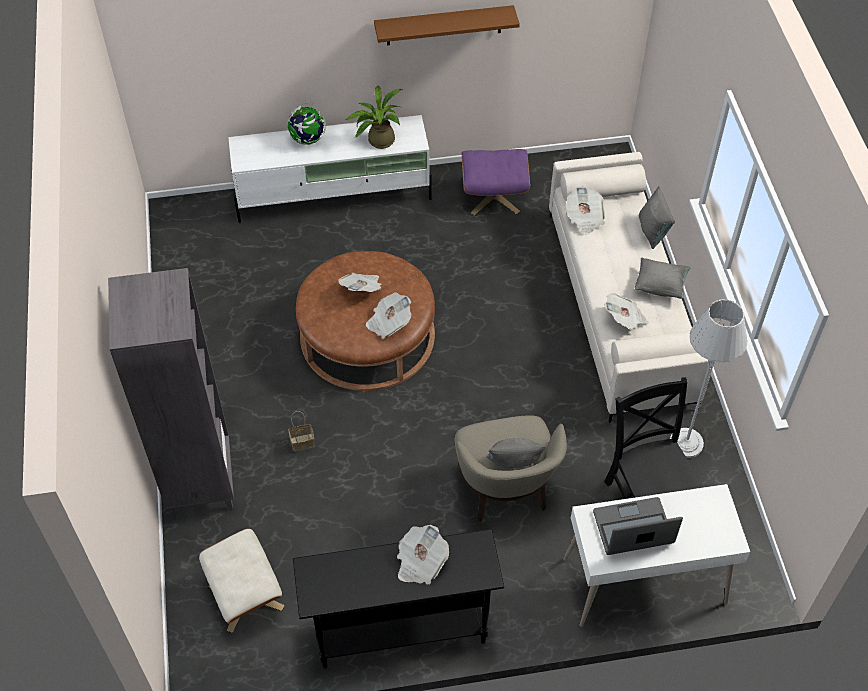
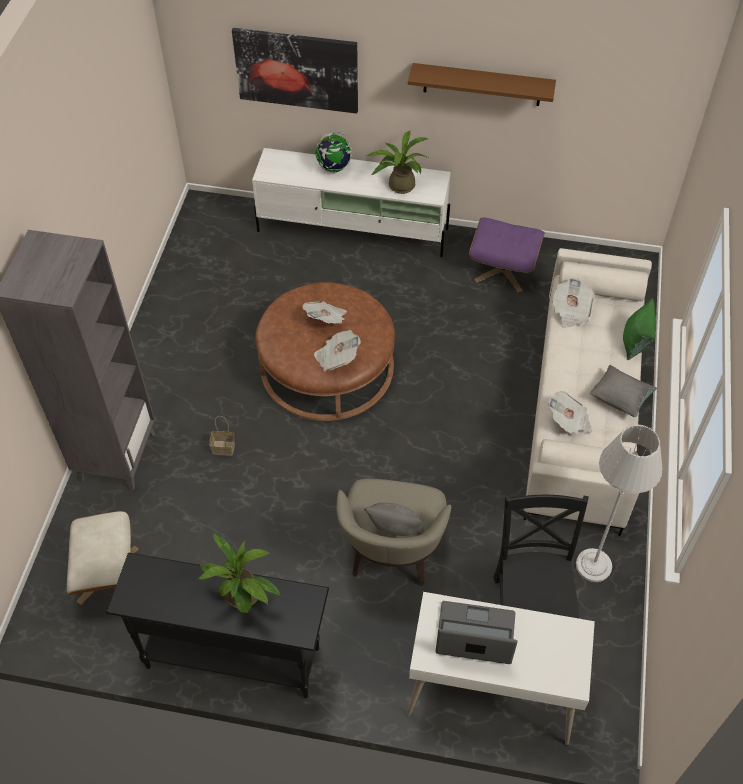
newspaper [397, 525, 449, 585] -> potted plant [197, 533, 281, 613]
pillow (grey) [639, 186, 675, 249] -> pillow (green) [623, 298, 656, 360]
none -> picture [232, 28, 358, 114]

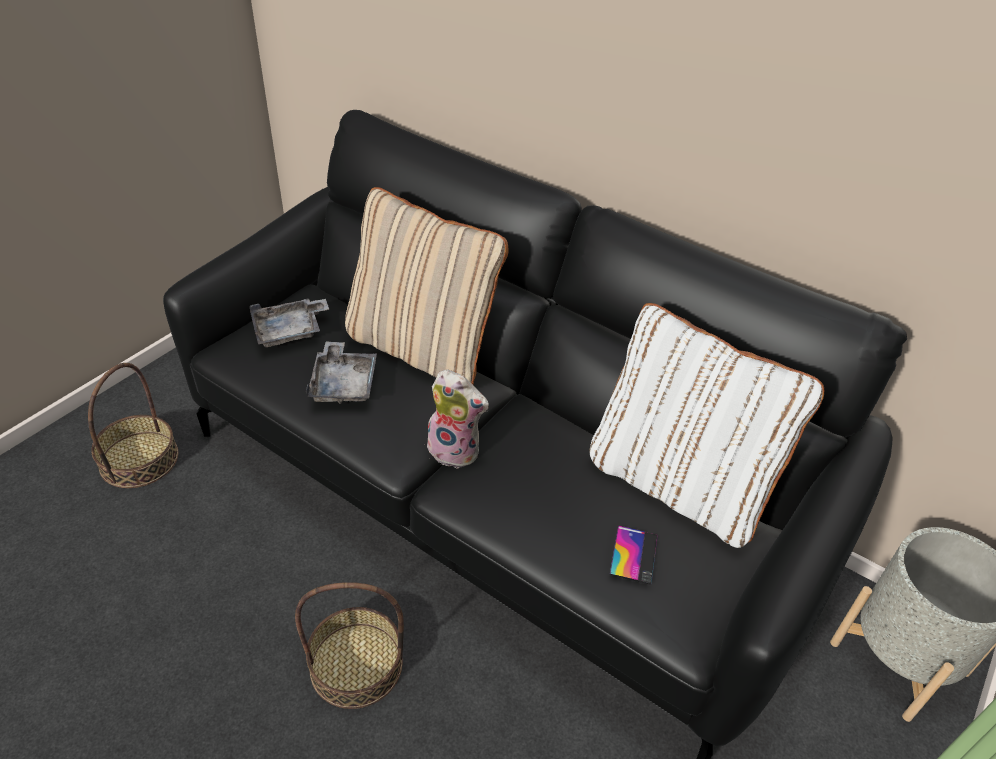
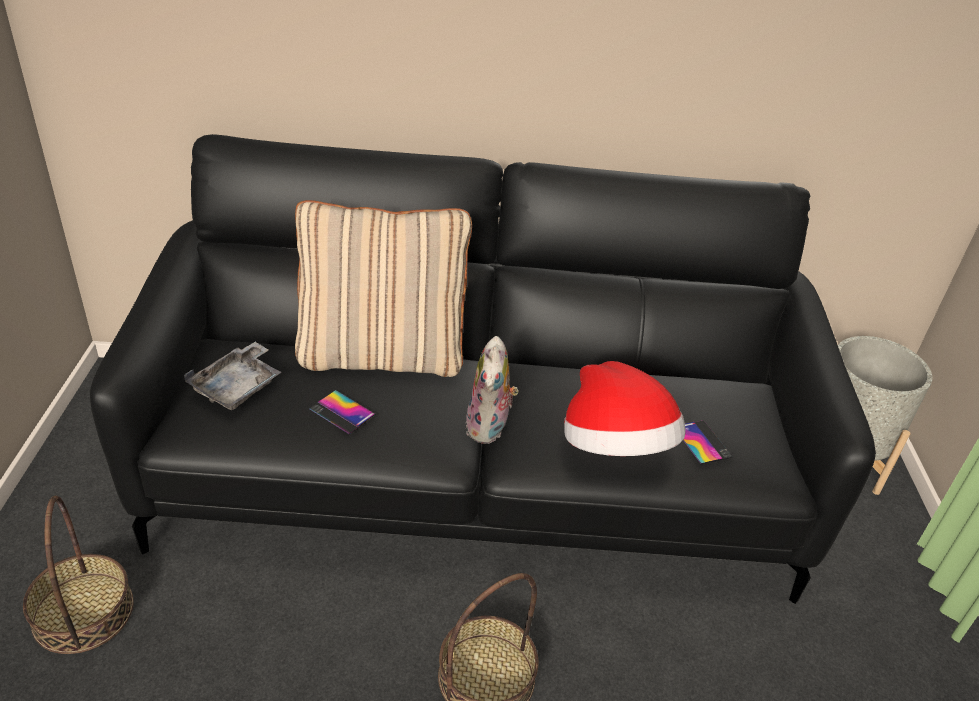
tray (grey) [306, 341, 377, 404] -> phone [309, 390, 375, 434]
plush toy [427, 369, 489, 469] -> plush toy [466, 336, 519, 444], 105 degrees clockwise
pillow (white) [589, 303, 824, 548] -> none
none -> hat [564, 361, 686, 456]

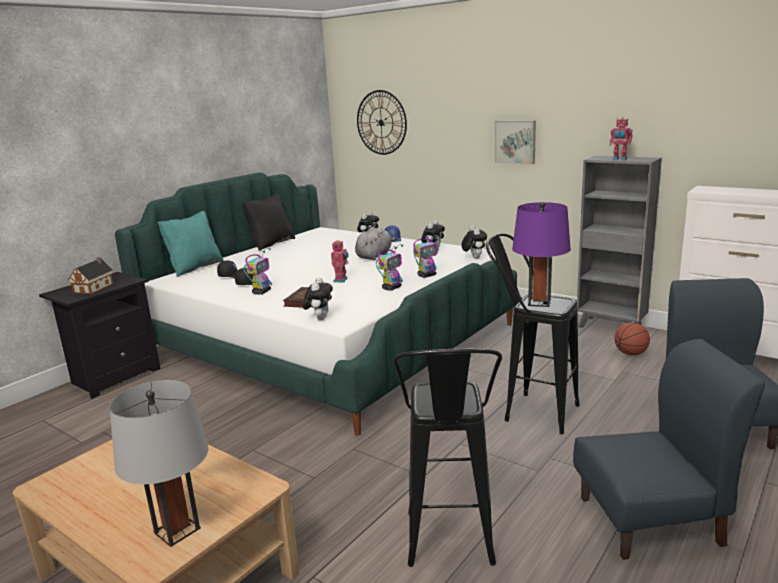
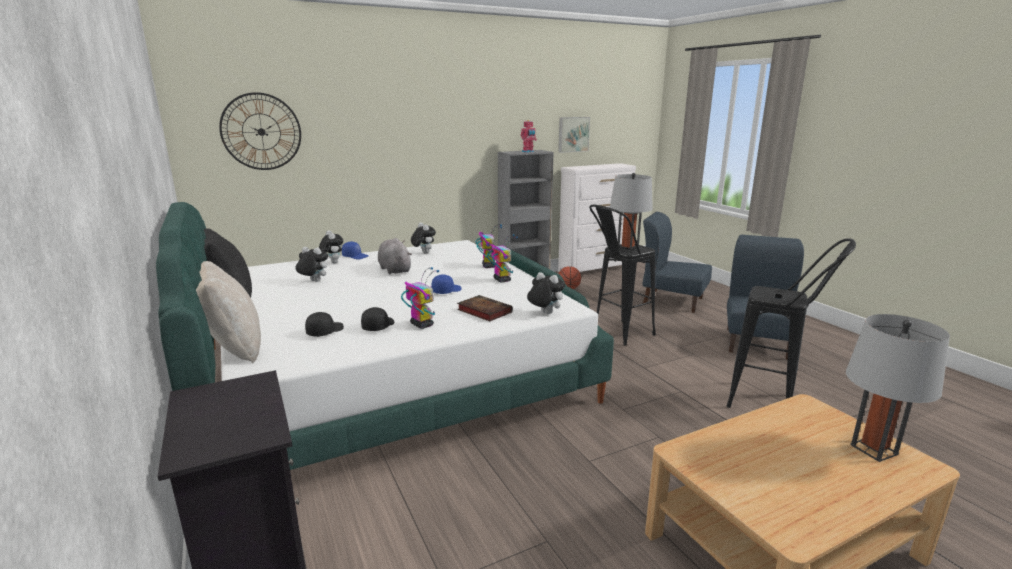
toy house [68, 257, 113, 294] -> none
pillow (turquoise) [158, 211, 224, 277] -> pillow (beige) [196, 261, 261, 364]
toy robot [331, 240, 349, 283] -> cap (blue) [431, 274, 462, 294]
plush toy [461, 226, 487, 259] -> plush toy [295, 247, 328, 282], move
picture [495, 120, 536, 165] -> picture [558, 117, 590, 153], move
table lamp (purple) [512, 202, 571, 307] -> table lamp (grey) [610, 173, 653, 252]

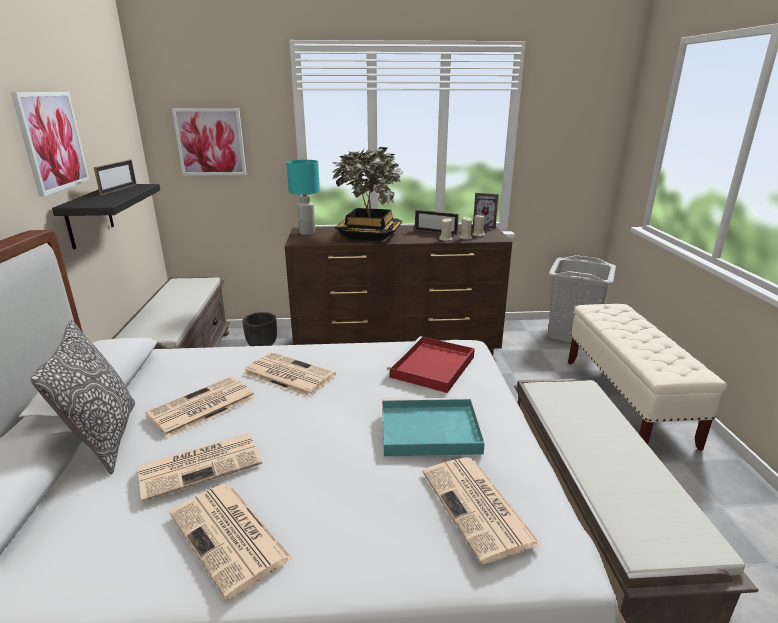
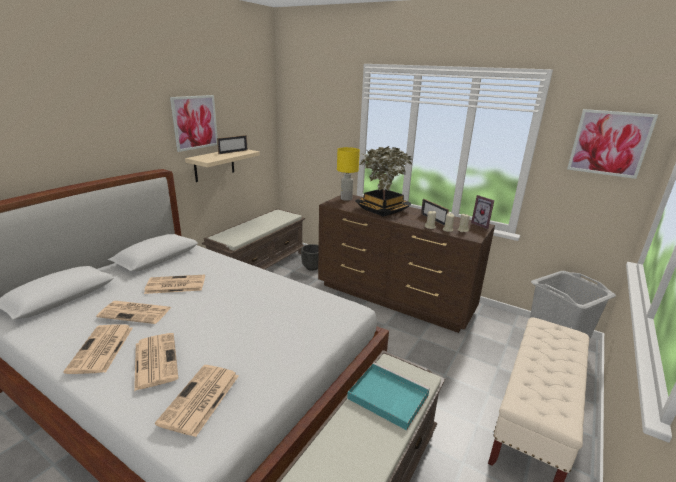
pillow [30, 320, 135, 474] -> none
shelf (black) [52, 184, 160, 250] -> shelf (beige) [185, 149, 260, 182]
picture [172, 108, 246, 175] -> picture [567, 109, 658, 179], move
newspaper [243, 352, 336, 397] -> newspaper [134, 333, 178, 391], move
table lamp (turquoise) [286, 160, 320, 235] -> table lamp (yellow) [337, 147, 360, 201]
tray (turquoise) [382, 397, 485, 456] -> tray (turquoise) [347, 362, 430, 430], move
tray (red) [387, 336, 475, 393] -> none

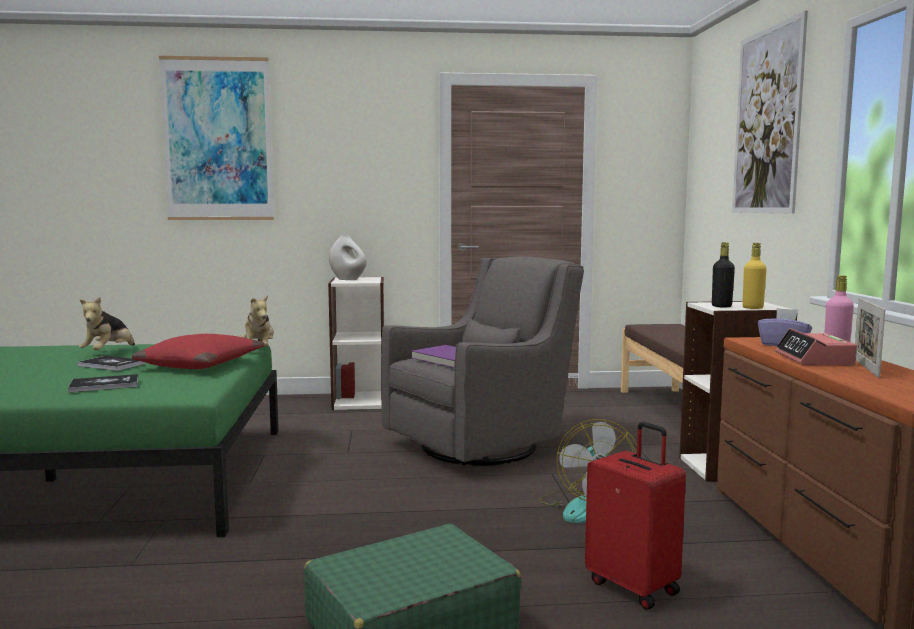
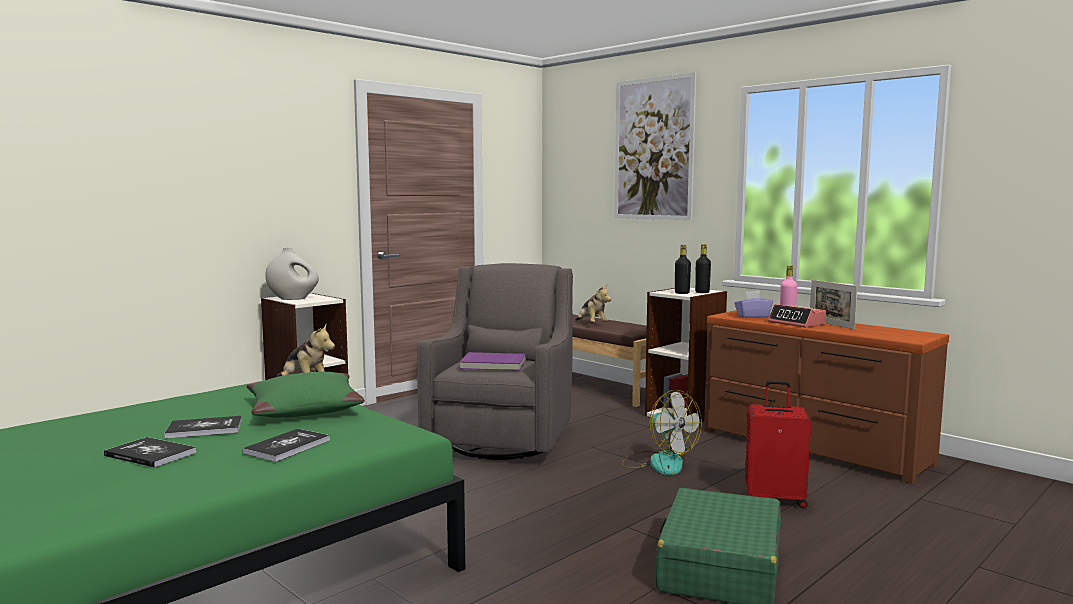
plush toy [79, 297, 135, 350] -> plush toy [575, 285, 611, 322], move
pillow (red) [131, 334, 264, 369] -> pillow (green) [247, 372, 365, 418]
picture [159, 56, 274, 220] -> none
bottle (yellow) [742, 243, 767, 309] -> bottle (black) [695, 244, 711, 293]
none -> book [104, 437, 196, 468]

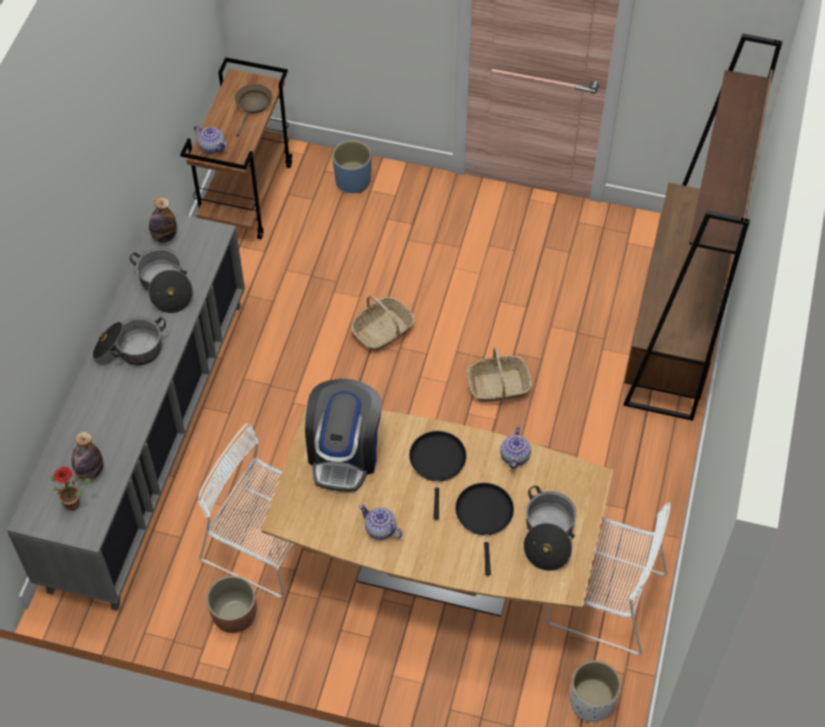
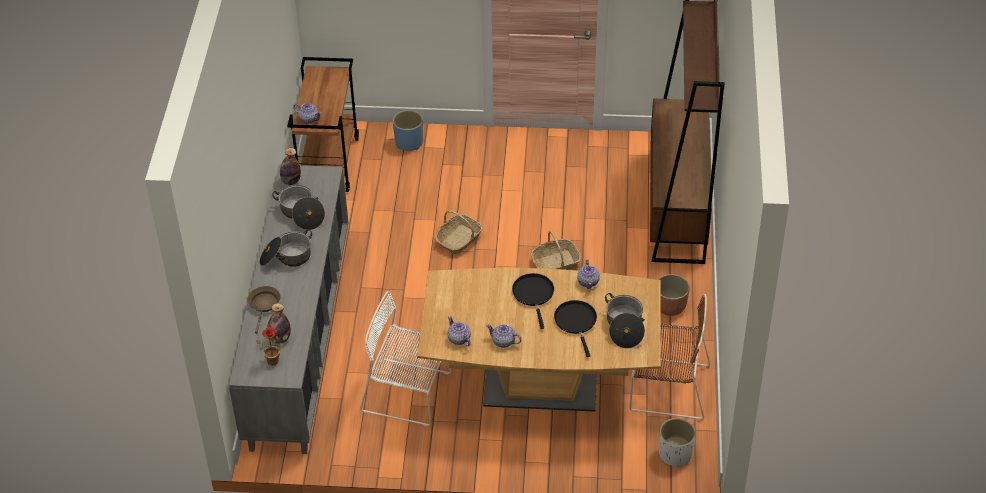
planter [206, 576, 256, 633] -> planter [658, 274, 690, 316], move
frying pan (brown) [235, 84, 272, 136] -> frying pan (brown) [247, 286, 281, 333], move
coffee machine [305, 379, 382, 492] -> none
chair (white) [546, 502, 671, 655] -> chair (brown) [629, 294, 710, 420]
none -> teapot [448, 316, 471, 346]

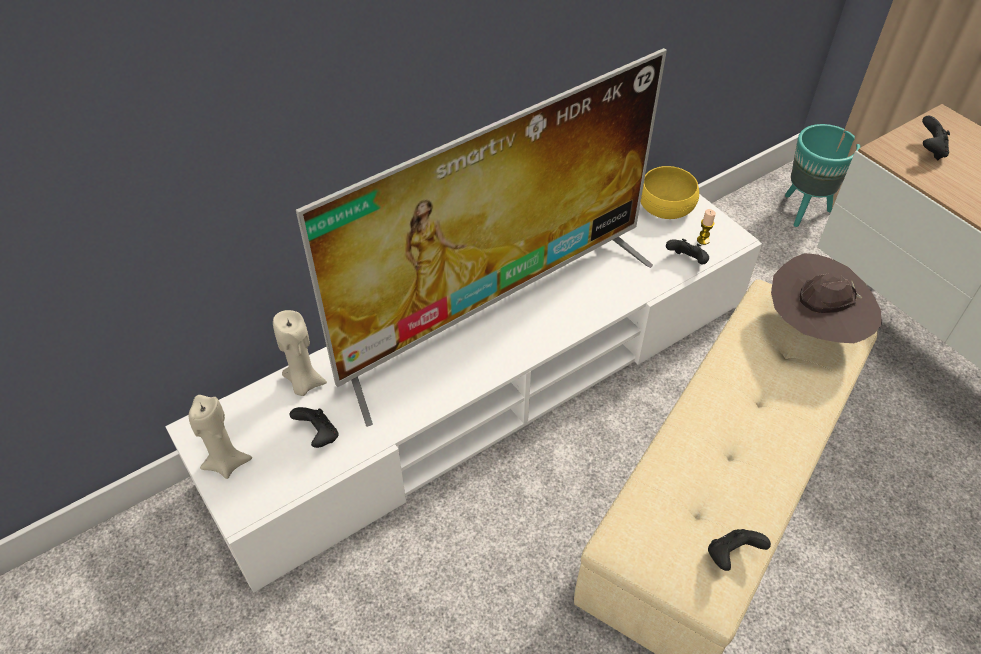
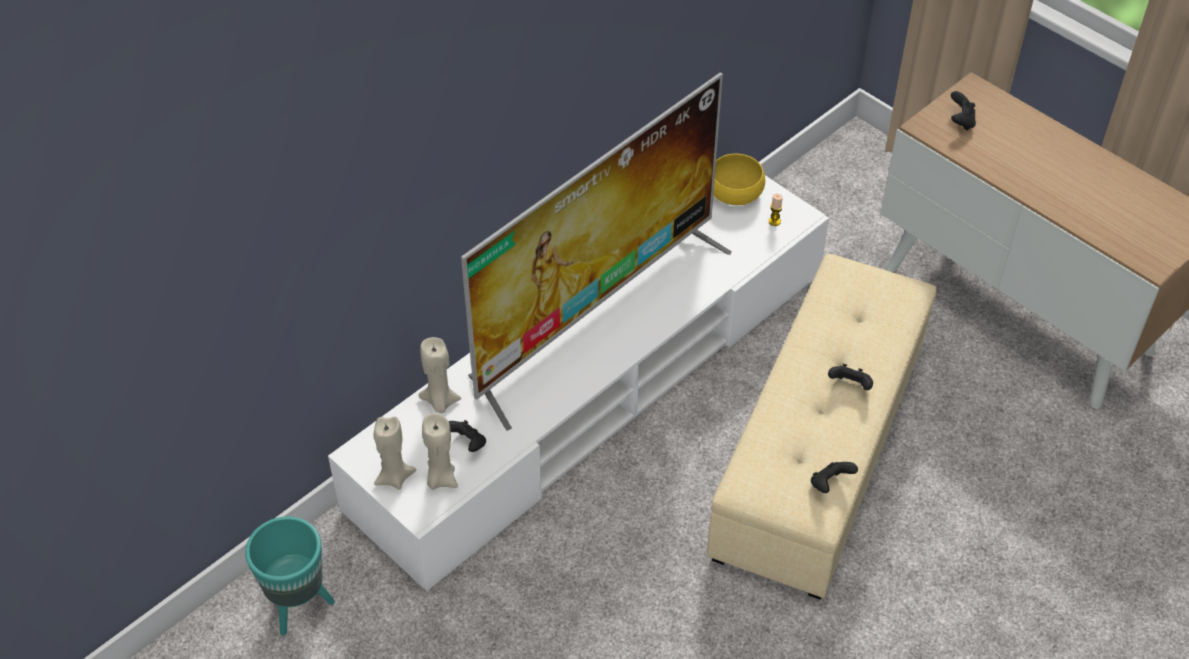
game controller (black) [666, 239, 709, 264] -> game controller (black) [828, 364, 873, 390], move
hat (brown) [771, 253, 882, 343] -> none
planter (turquoise) [785, 124, 860, 227] -> planter (turquoise) [245, 516, 335, 636], move
none -> candle (beige) [422, 413, 458, 490]

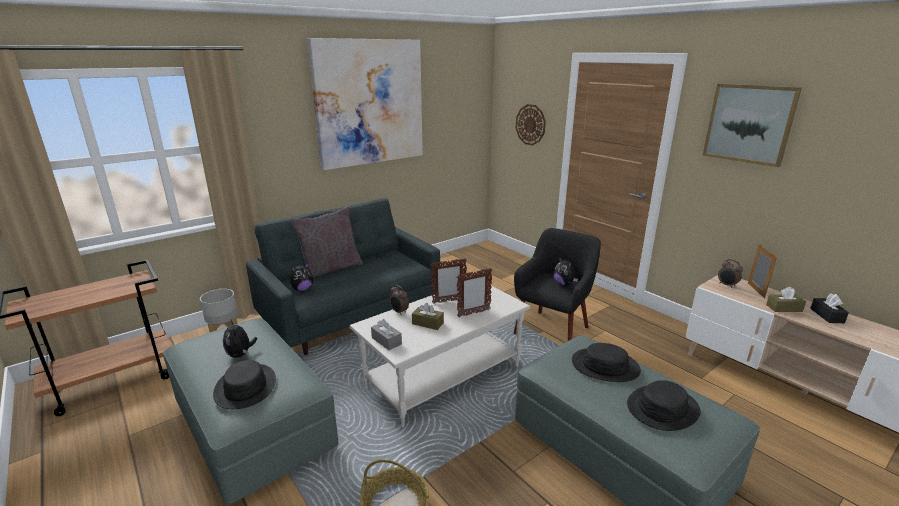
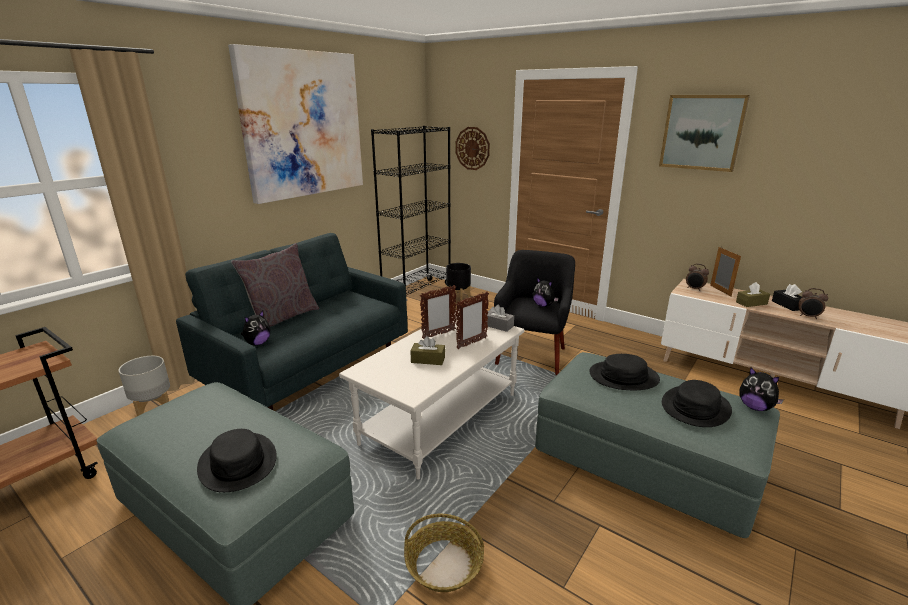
plush toy [223, 320, 257, 358] -> plush toy [739, 367, 784, 411], move
tissue box (grey) [371, 319, 402, 350] -> tissue box (grey) [484, 304, 514, 332], move
alarm clock [389, 285, 409, 315] -> alarm clock [798, 288, 828, 319], move
none -> bookcase (black) [371, 126, 451, 301]
none -> planter (black) [446, 263, 471, 301]

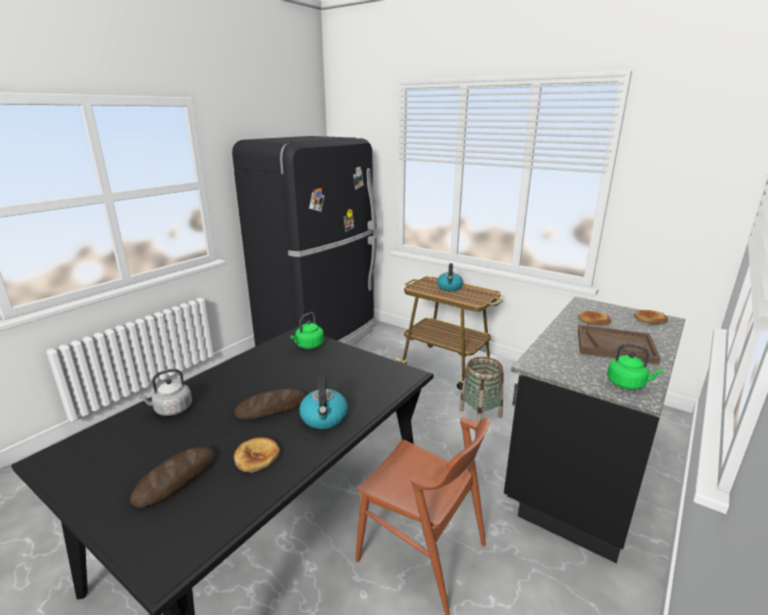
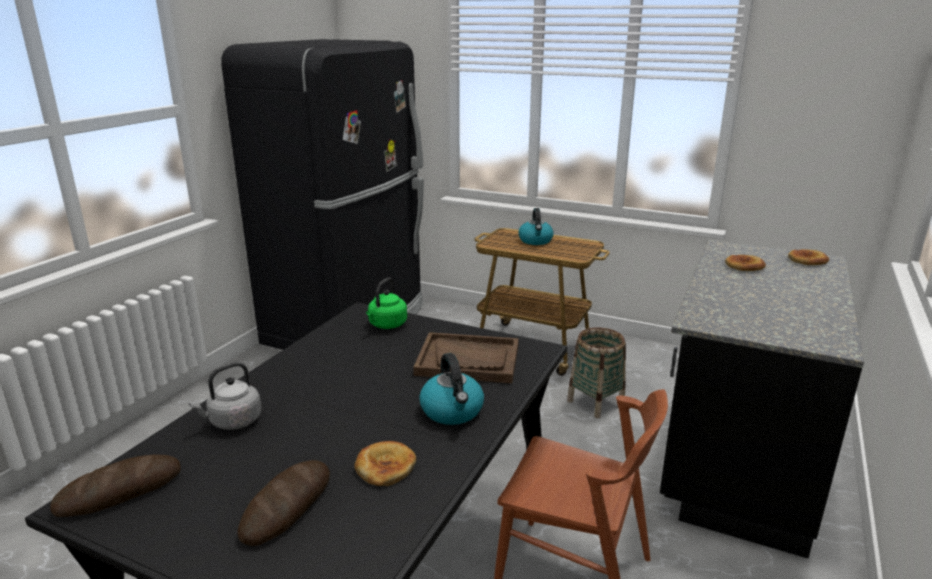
bread [234, 389, 306, 419] -> bread [50, 454, 181, 517], move
tray (brown) [578, 325, 661, 365] -> tray (brown) [413, 332, 519, 383], move
kettle (green) [607, 344, 664, 390] -> none

